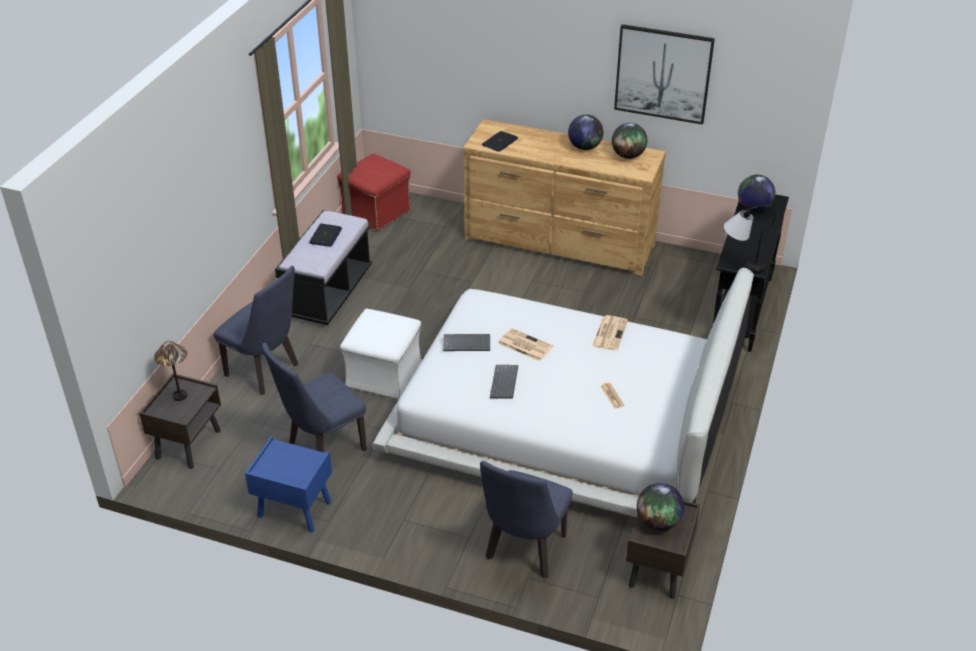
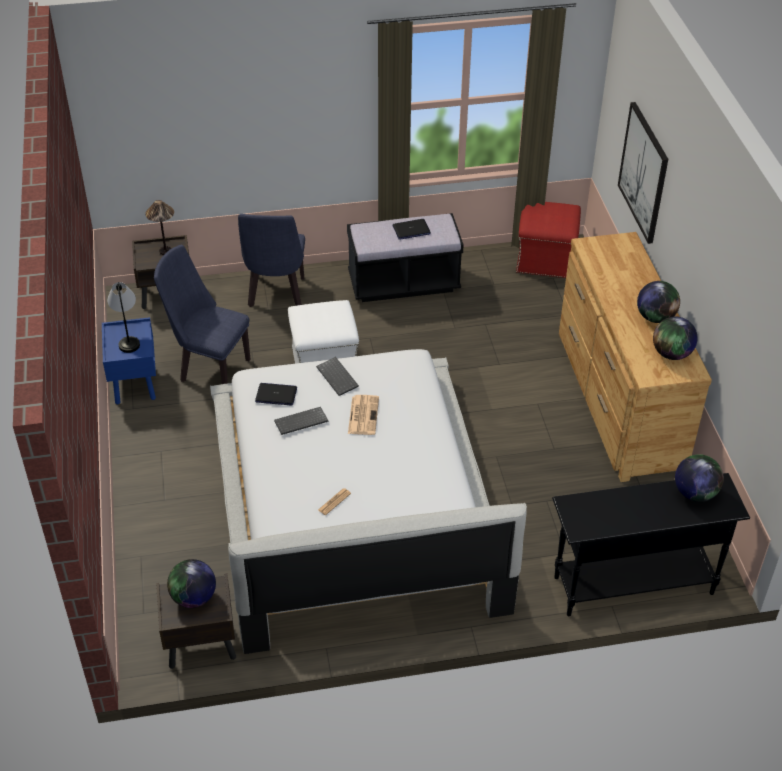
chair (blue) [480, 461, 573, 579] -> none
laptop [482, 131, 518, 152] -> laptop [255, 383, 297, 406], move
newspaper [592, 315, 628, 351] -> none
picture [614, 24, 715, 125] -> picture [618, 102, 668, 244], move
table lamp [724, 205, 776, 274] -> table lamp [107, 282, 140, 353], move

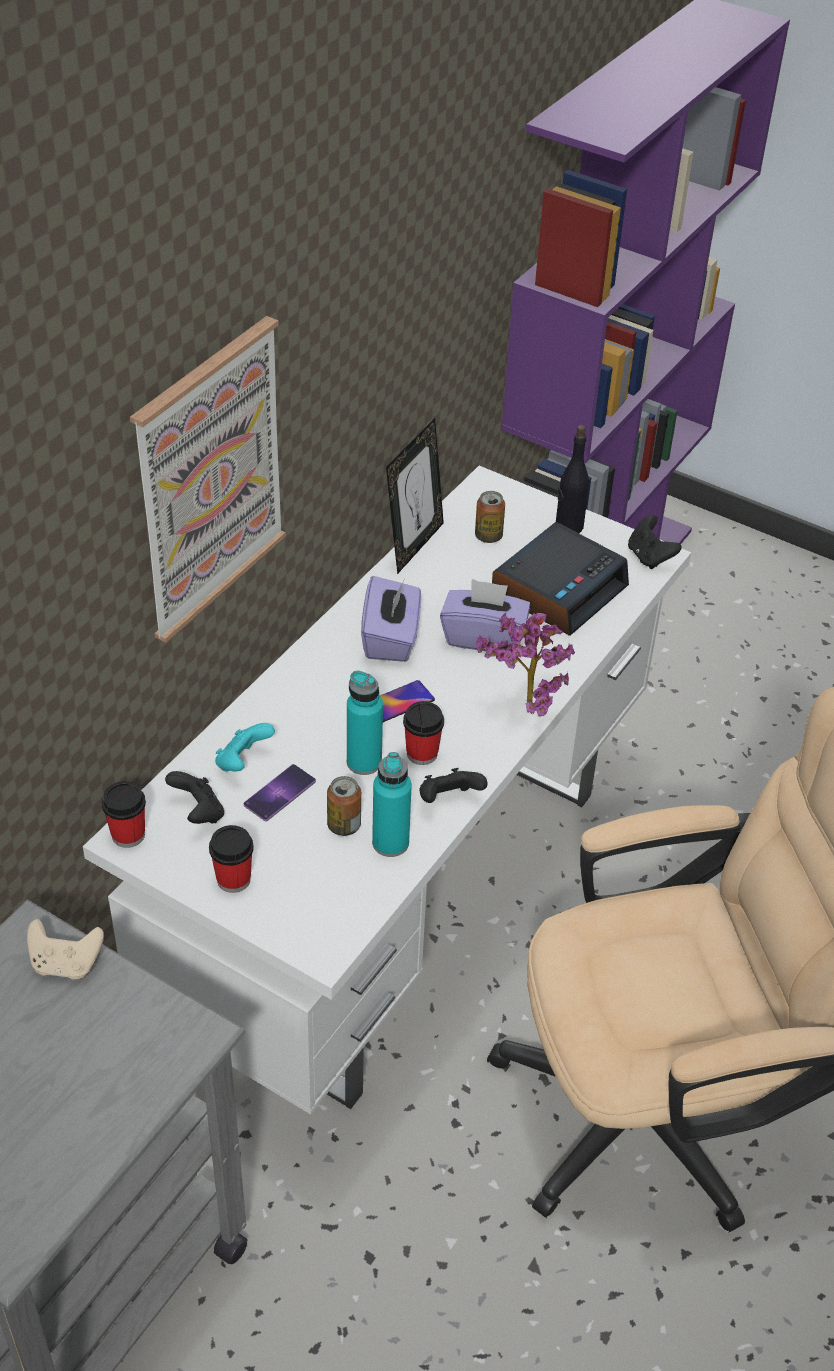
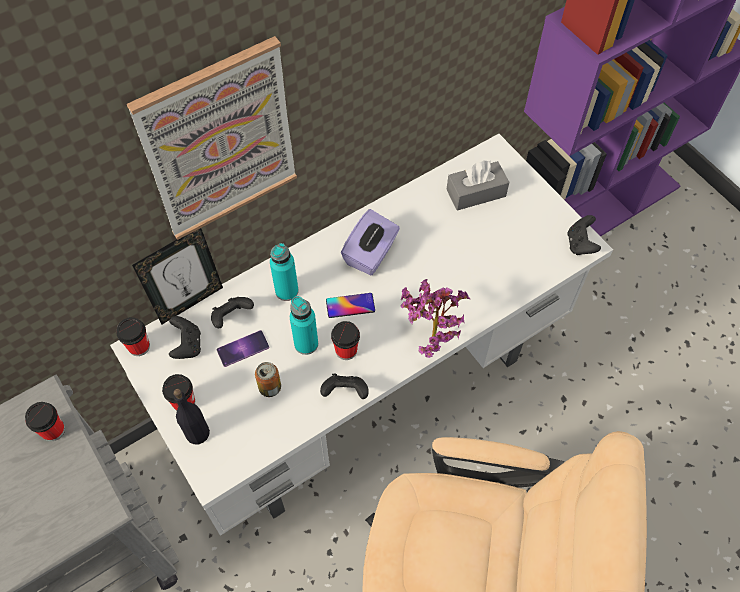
game controller (beige) [27, 919, 104, 979] -> cup [25, 402, 65, 441]
game controller (turquoise) [215, 723, 275, 772] -> game controller (black) [211, 297, 254, 328]
bottle (turquoise) [372, 752, 412, 857] -> bottle (turquoise) [270, 243, 299, 301], move
picture frame [386, 418, 444, 574] -> picture frame [132, 228, 223, 324], move
tissue box (purple) [440, 579, 531, 651] -> none
can [475, 491, 505, 543] -> tissue box (grey) [446, 160, 509, 211]
alarm clock [492, 522, 629, 636] -> none
bottle (black) [556, 425, 589, 533] -> bottle (black) [173, 389, 210, 444], move

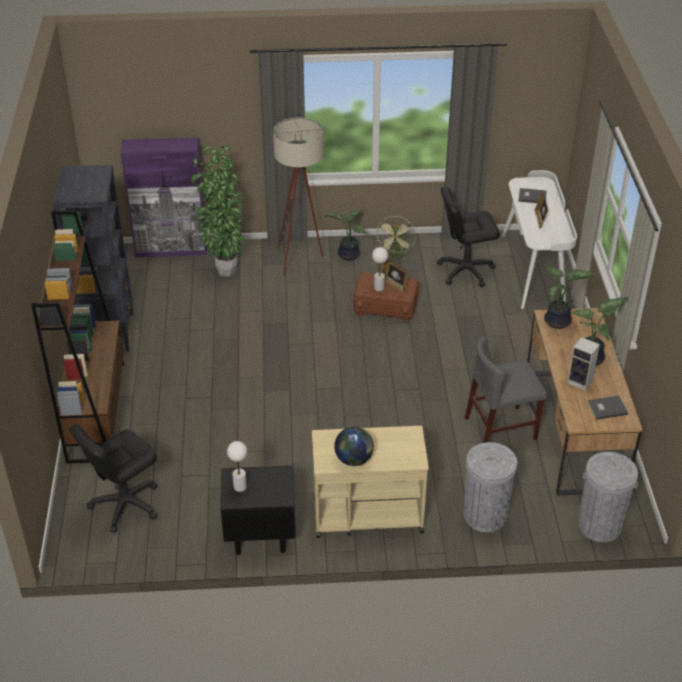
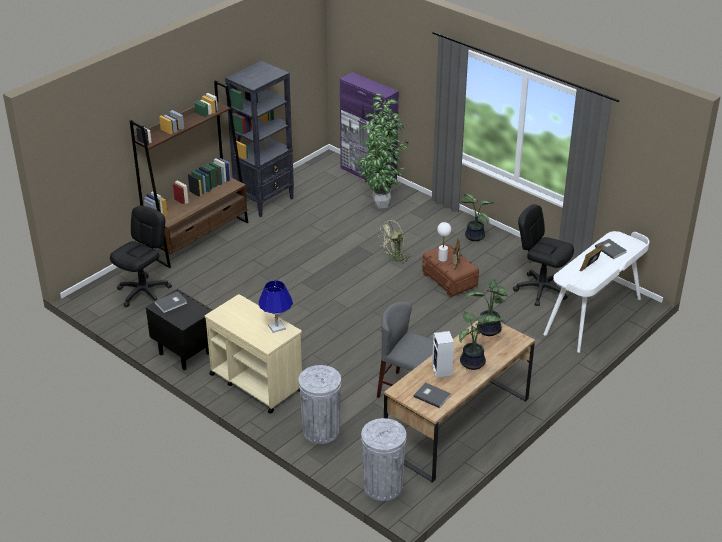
office chair (black) [69, 424, 158, 533] -> office chair (black) [110, 206, 172, 307], 120 degrees clockwise
table lamp (white) [227, 441, 247, 492] -> book (grey) [154, 292, 187, 313]
floor lamp (beige) [273, 117, 324, 276] -> none
globe [334, 427, 374, 466] -> none
fan (green) [376, 216, 416, 258] -> fan (green) [378, 220, 411, 264], move
none -> table lamp (blue) [258, 280, 293, 333]

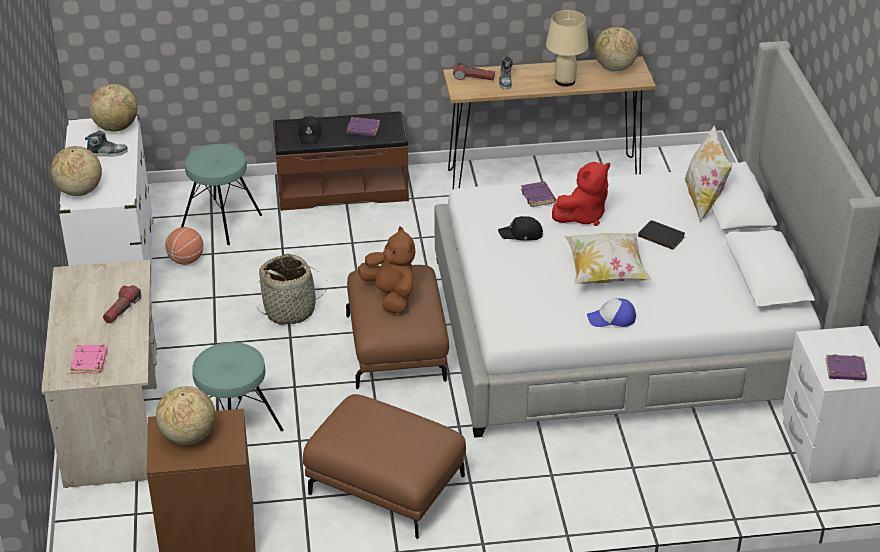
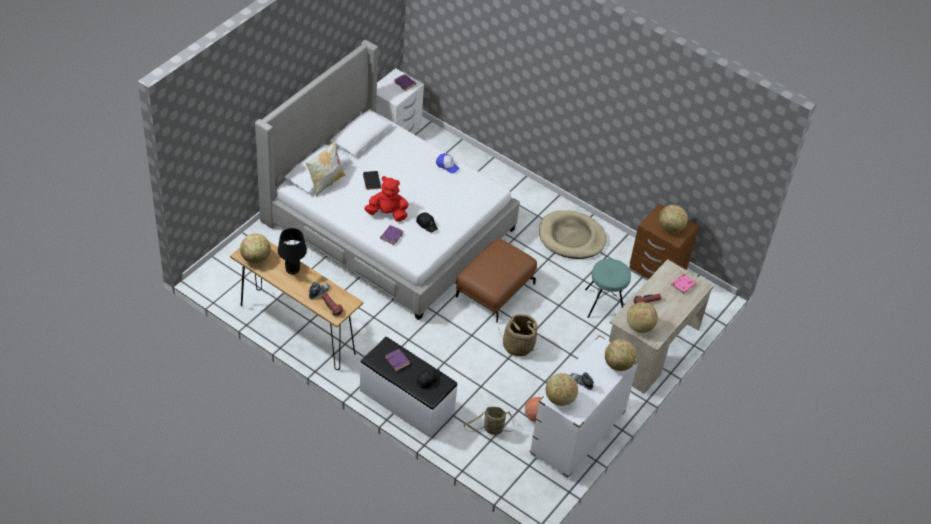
stool (turquoise) [181, 144, 262, 245] -> basket [464, 407, 514, 435]
bench (brown) [273, 111, 409, 211] -> bench (white) [360, 337, 458, 438]
ottoman (brown) [303, 394, 466, 539] -> dog bed (beige) [539, 210, 606, 259]
plush toy (brown) [358, 226, 415, 313] -> none
table lamp (beige) [546, 10, 589, 87] -> table lamp (black) [278, 228, 307, 275]
pillow [564, 233, 652, 284] -> none
none -> globe [627, 302, 658, 333]

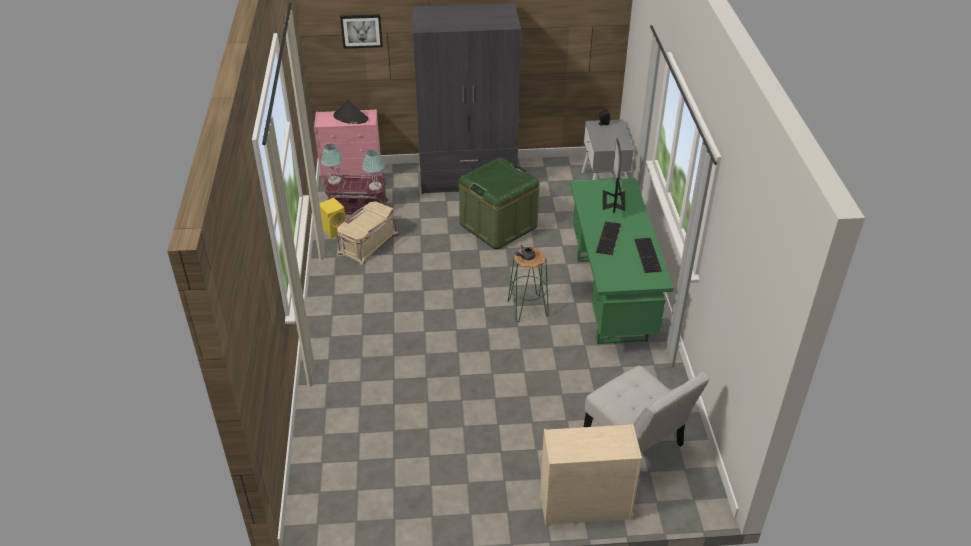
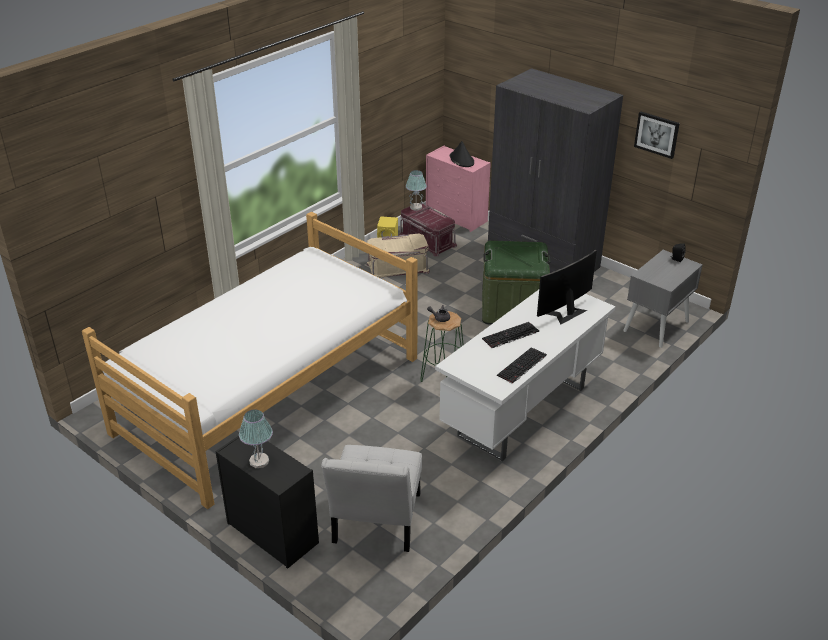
picture [340, 14, 383, 49] -> picture [634, 112, 680, 159], move
table lamp [362, 150, 385, 191] -> table lamp [239, 410, 273, 468], move
dresser (beige) [540, 424, 642, 526] -> dresser (black) [215, 436, 319, 569]
desk (green) [570, 178, 674, 344] -> desk (white) [435, 290, 616, 461]
none -> bed [82, 212, 418, 509]

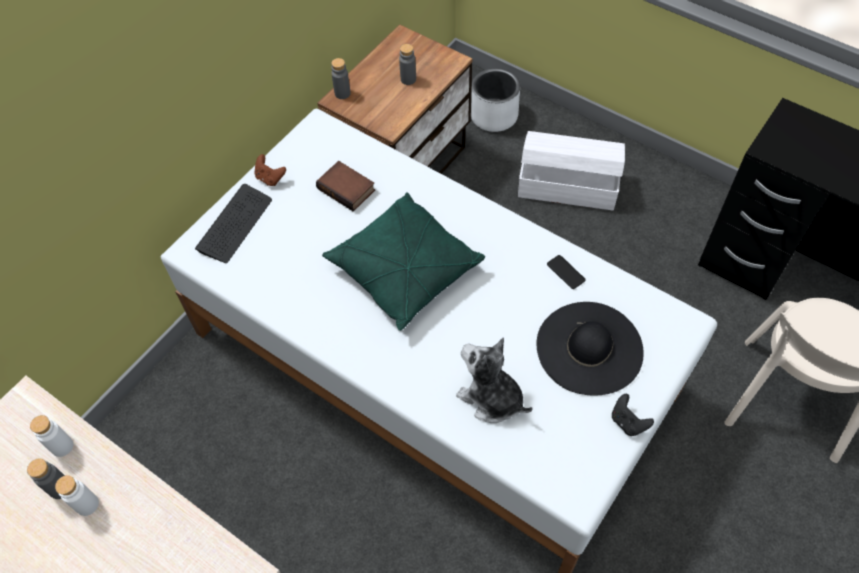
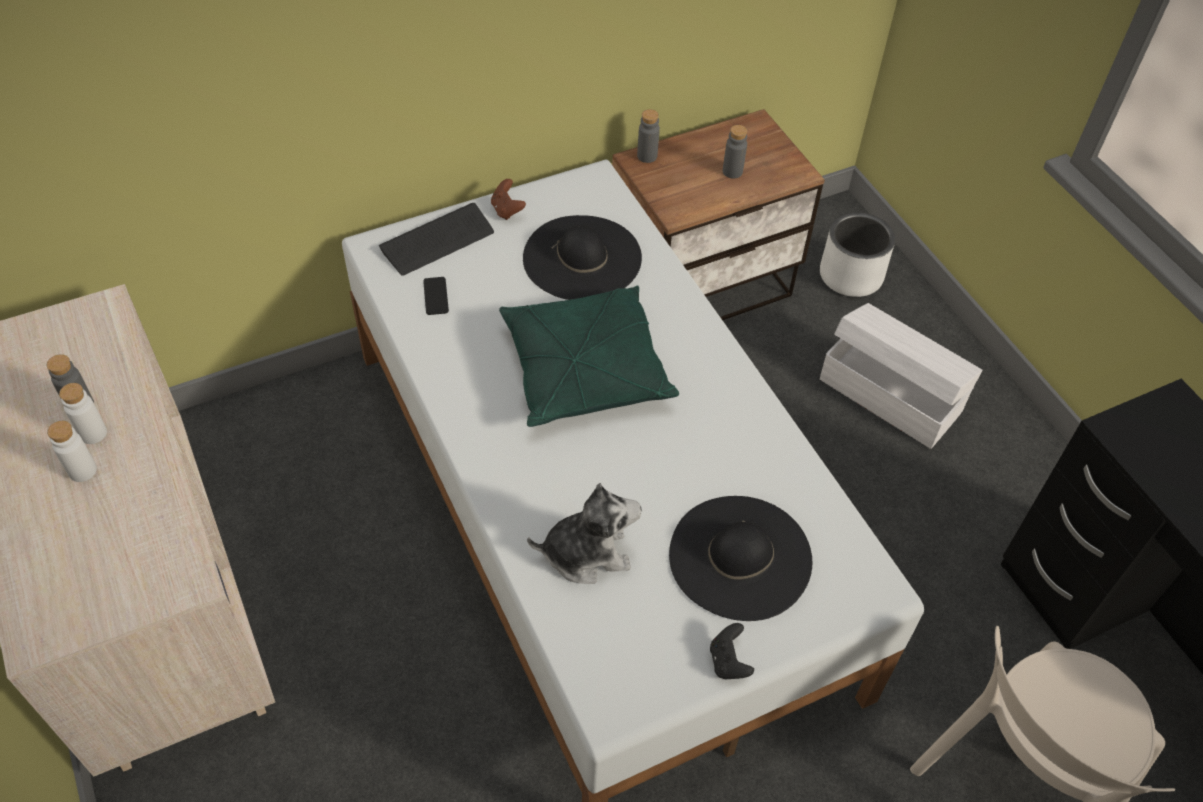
bottle (white) [30, 415, 73, 457] -> bottle (white) [47, 421, 97, 482], move
book [316, 161, 375, 211] -> hat (black) [523, 215, 642, 300]
plush toy [456, 337, 533, 423] -> plush toy [527, 483, 641, 584], 105 degrees clockwise
phone [547, 255, 585, 289] -> phone [423, 277, 449, 315], move

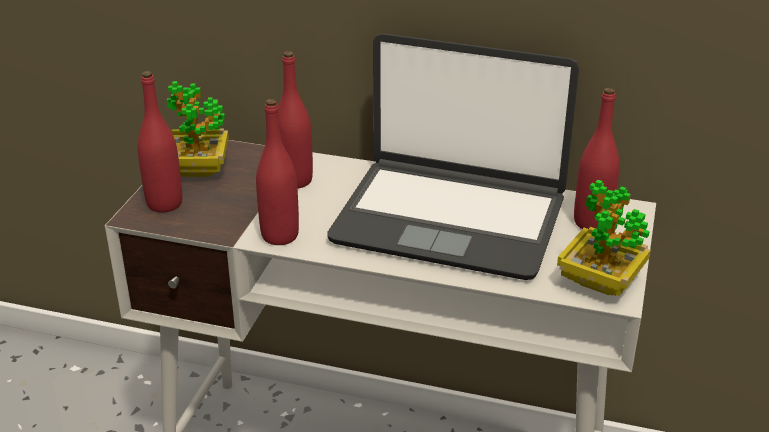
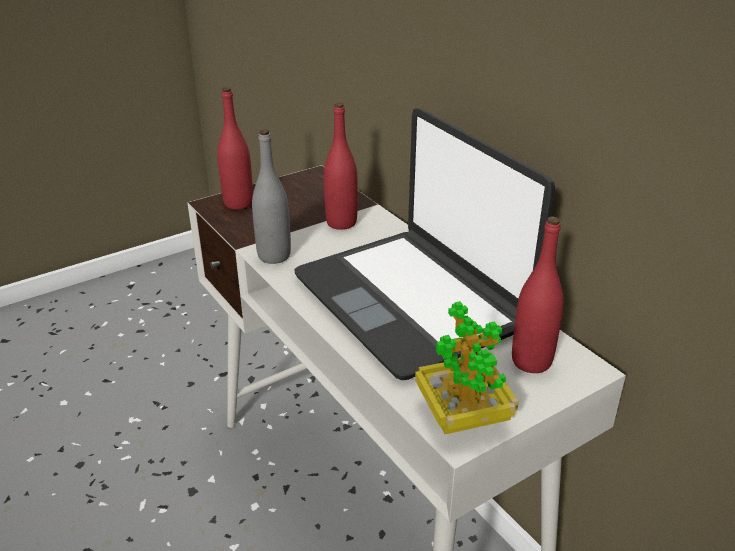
potted plant [167, 81, 229, 177] -> none
bottle (red) [256, 99, 299, 245] -> bottle (grey) [252, 129, 291, 264]

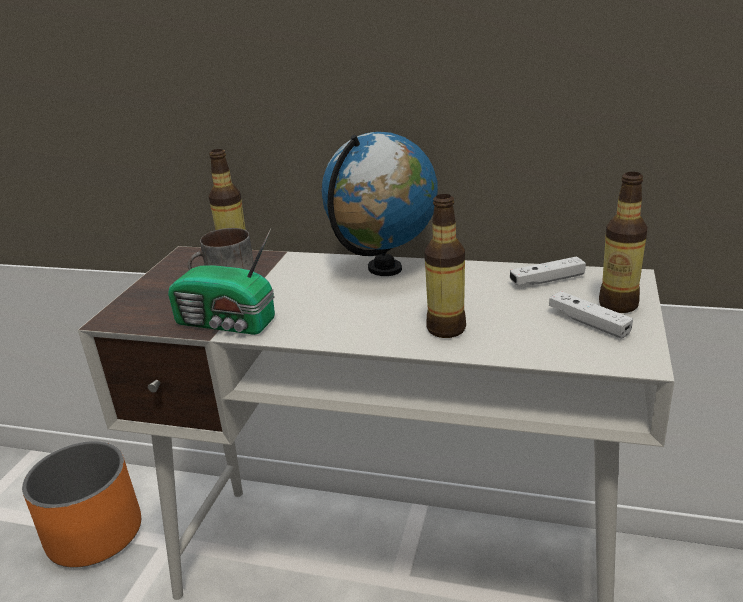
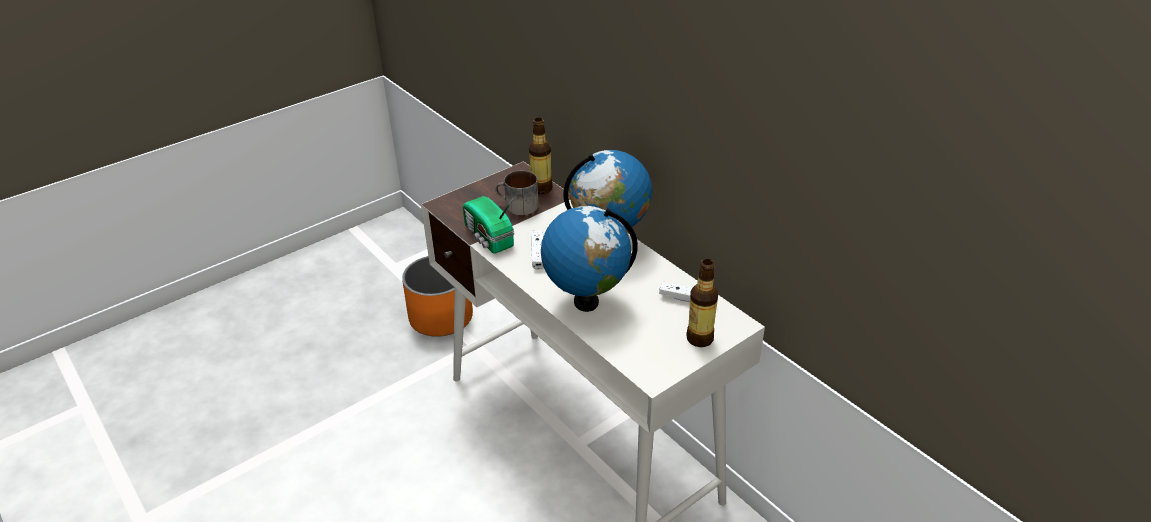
bottle [425, 194, 466, 338] -> globe [541, 206, 638, 312]
game controller (white) [549, 291, 633, 338] -> game controller (white) [531, 230, 544, 269], move

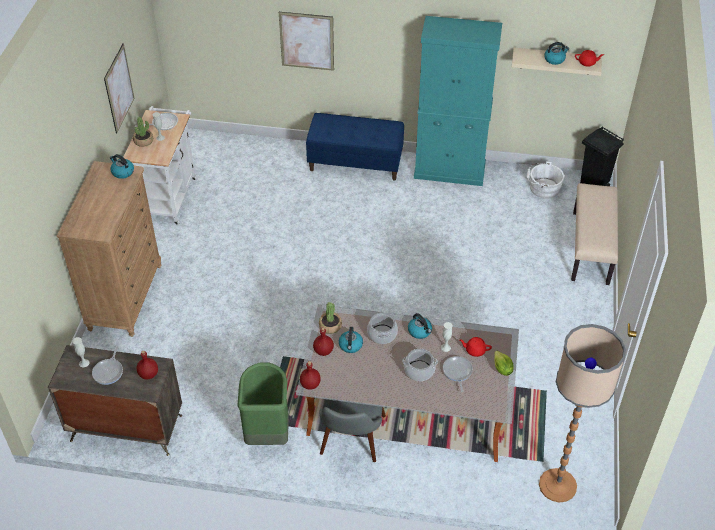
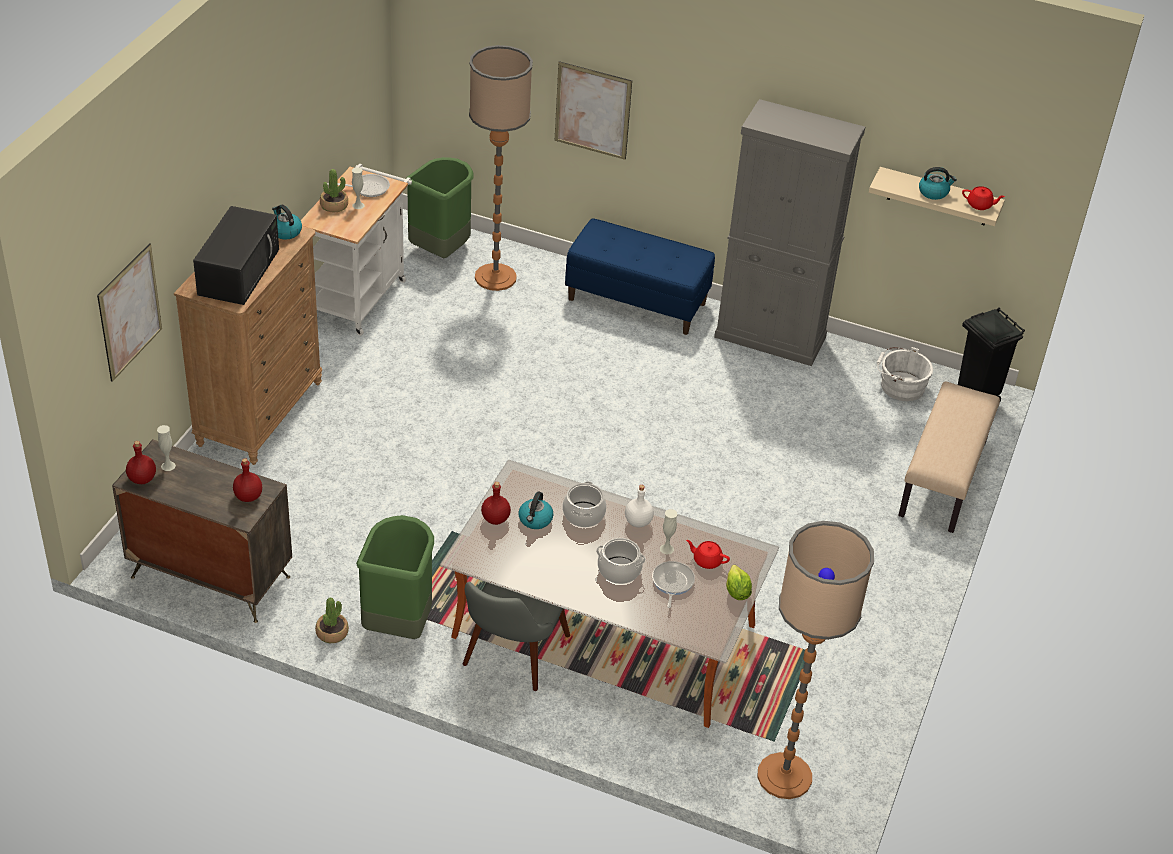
frying pan [92, 346, 123, 385] -> none
picture [104, 43, 134, 134] -> picture [97, 243, 162, 382], move
bottle (red) [300, 361, 321, 390] -> bottle (red) [126, 441, 156, 484], move
potted plant [319, 302, 342, 334] -> potted plant [315, 597, 349, 643], move
kettle [408, 313, 432, 339] -> bottle (white) [625, 485, 654, 527]
cabinet (turquoise) [414, 16, 502, 186] -> cabinet (grey) [714, 99, 865, 366]
none -> microwave (black) [193, 206, 279, 305]
none -> trash can (green) [406, 157, 473, 258]
none -> floor lamp [469, 45, 533, 291]

